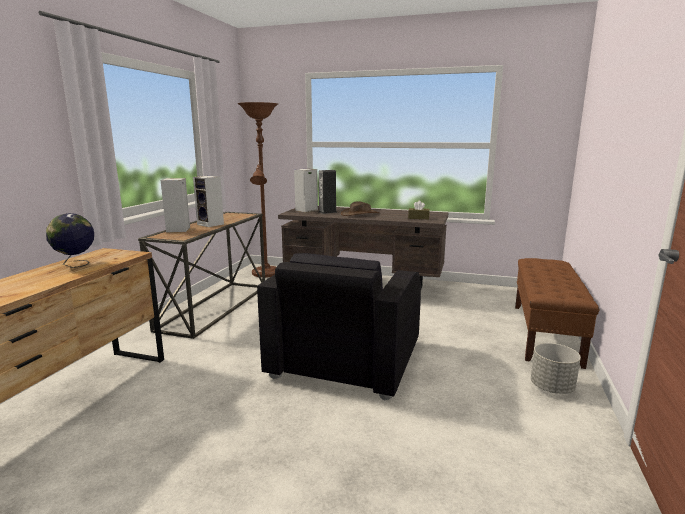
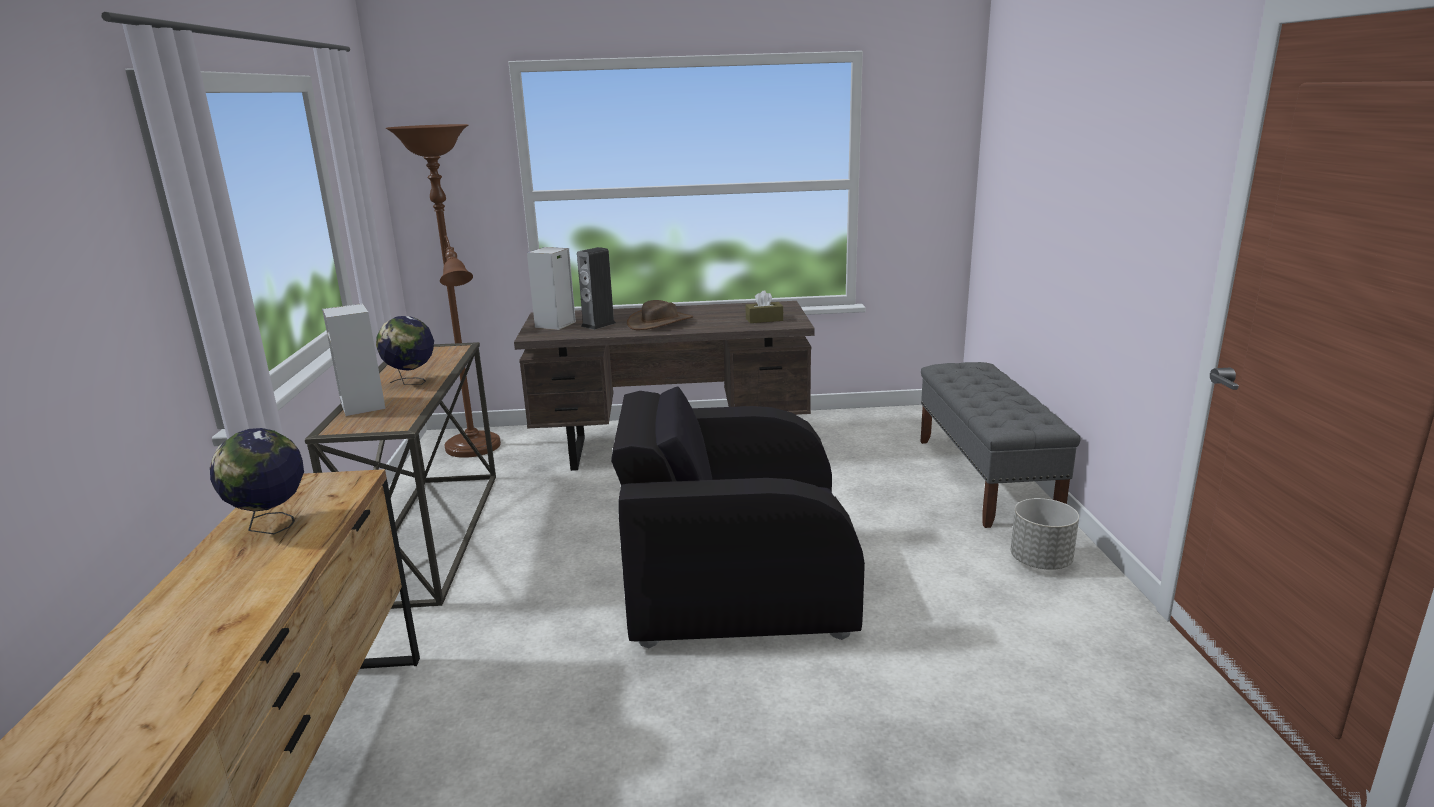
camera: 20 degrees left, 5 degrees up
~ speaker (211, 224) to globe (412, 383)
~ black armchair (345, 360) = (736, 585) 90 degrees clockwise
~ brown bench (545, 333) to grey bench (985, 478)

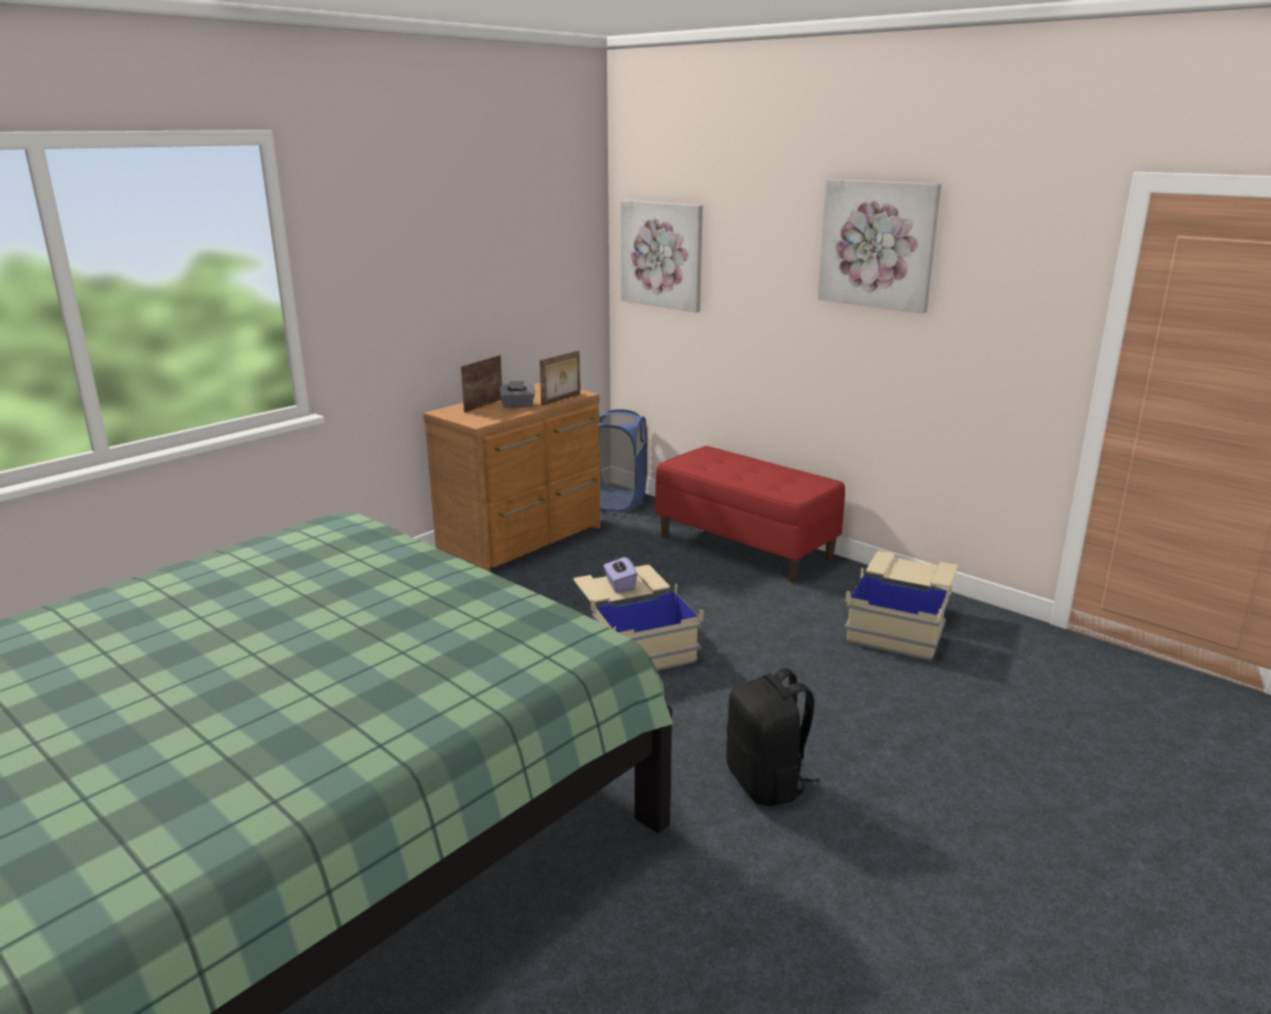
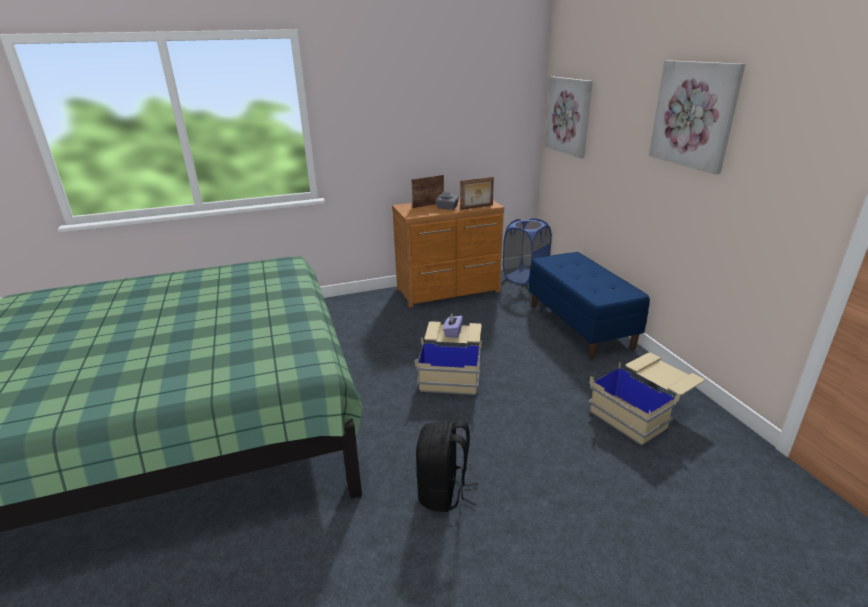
camera: 30 degrees right, 5 degrees up
~ red bench (746, 547) to blue bench (580, 326)

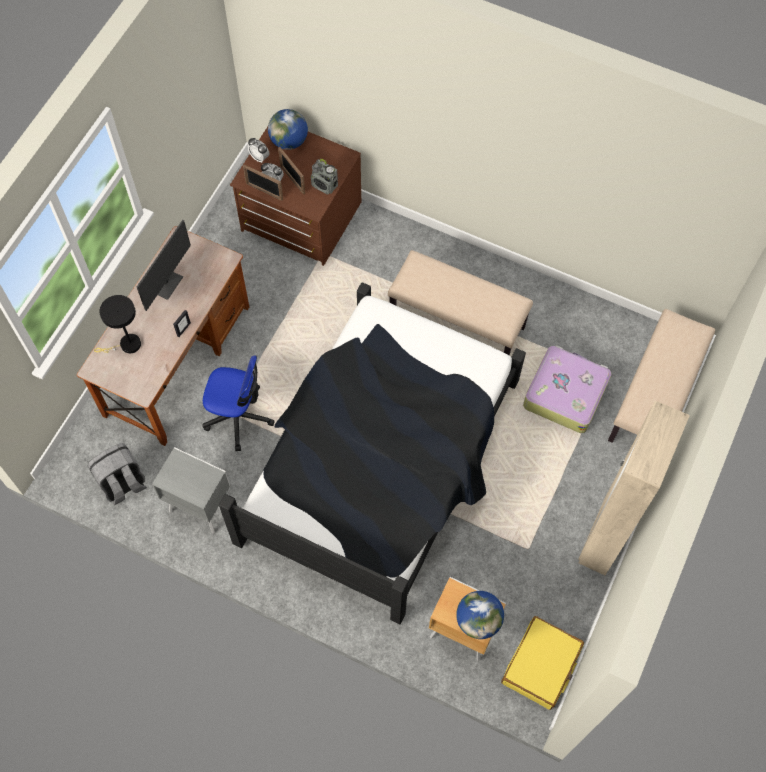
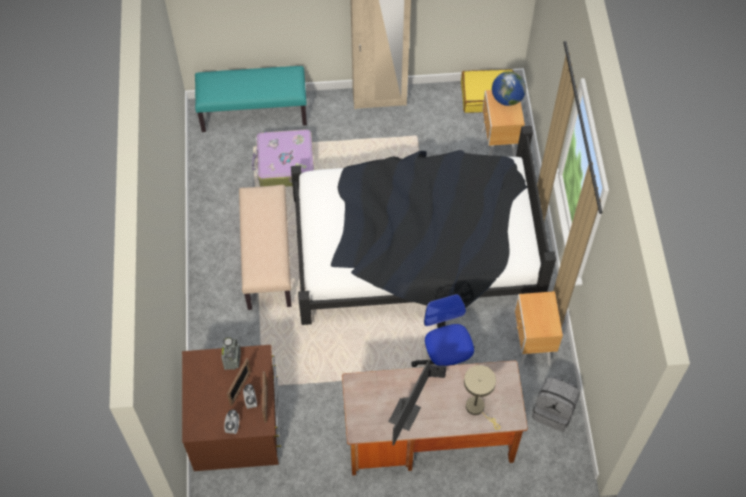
camera: 120 degrees left, 5 degrees down
- globe (289, 141)
~ monitor (166, 283) = (405, 414) 120 degrees clockwise
~ black table lamp (126, 345) to beige table lamp (478, 408)
~ beige bench (655, 397) to turquoise bench (254, 112)
~ grey nightstand (199, 505) to brown nightstand (531, 347)

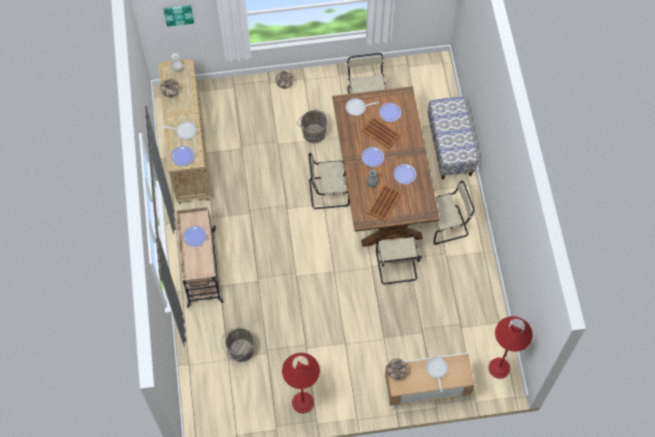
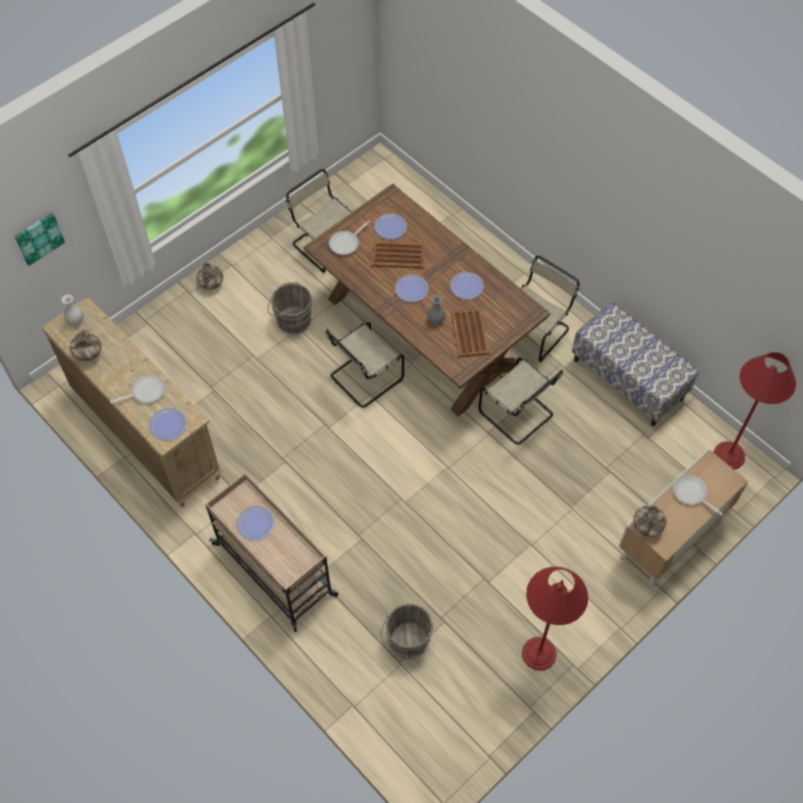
camera: 35 degrees left, 5 degrees down
~ bench (450, 147) to (628, 379)

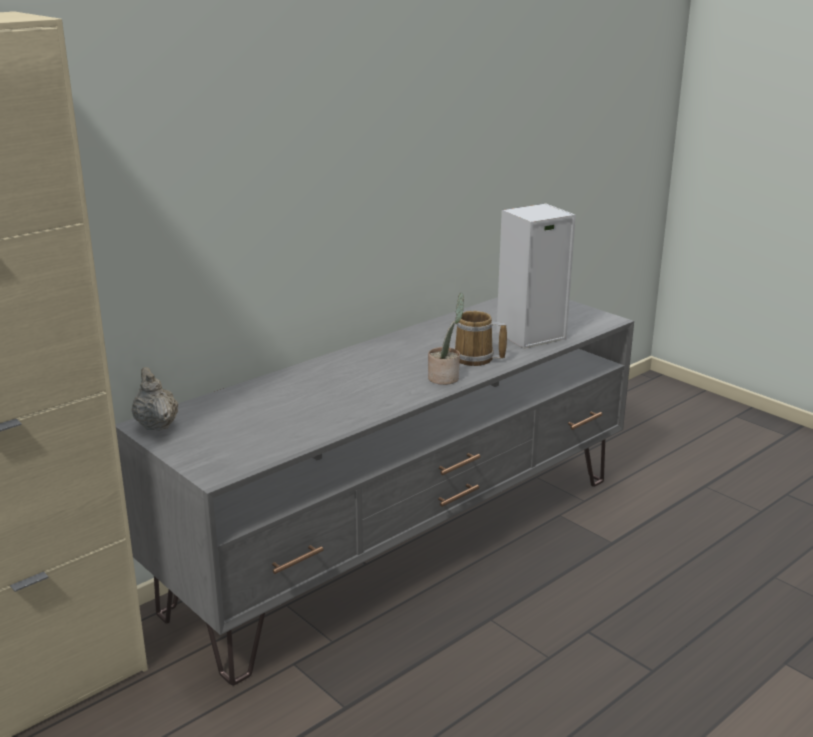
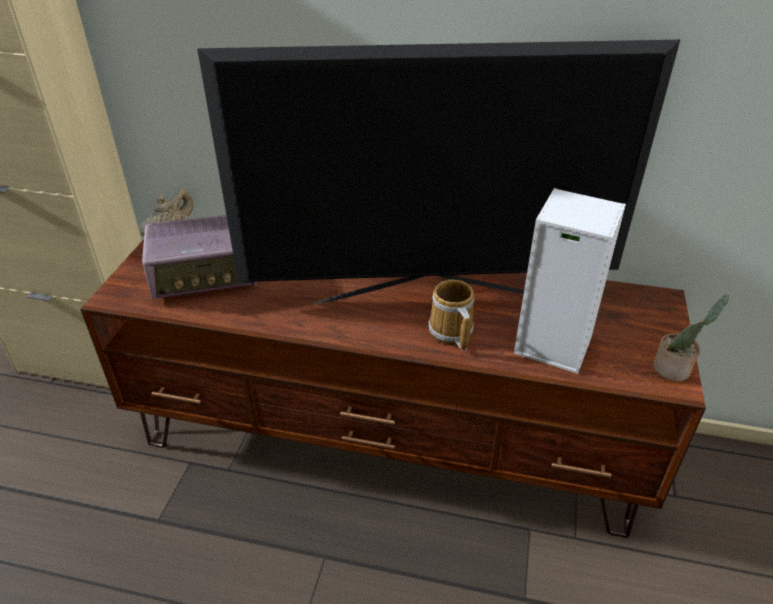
camera: 55 degrees right, 15 degrees up
~ potted plant (445, 377) to (674, 369)
~ grey tv stand (405, 540) to brown tv stand (388, 441)
+ television (429, 297)
+ radio (205, 274)

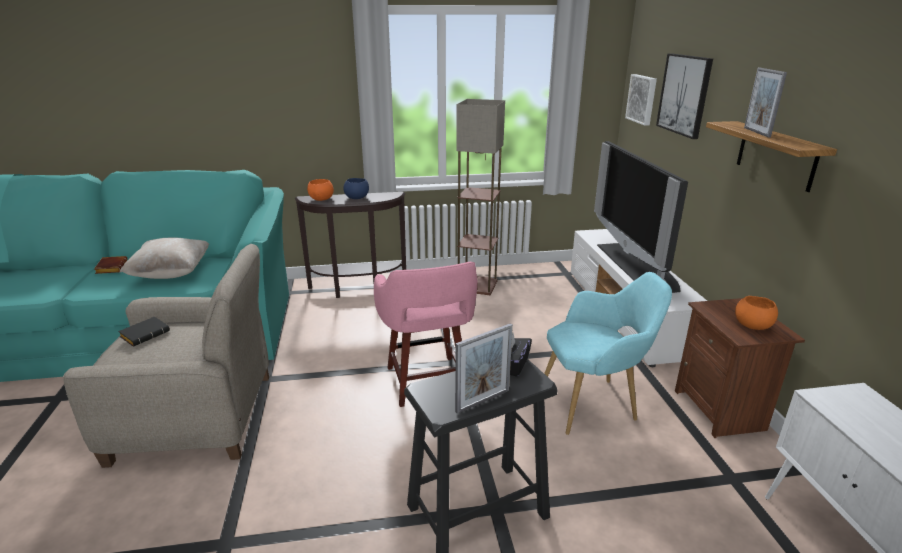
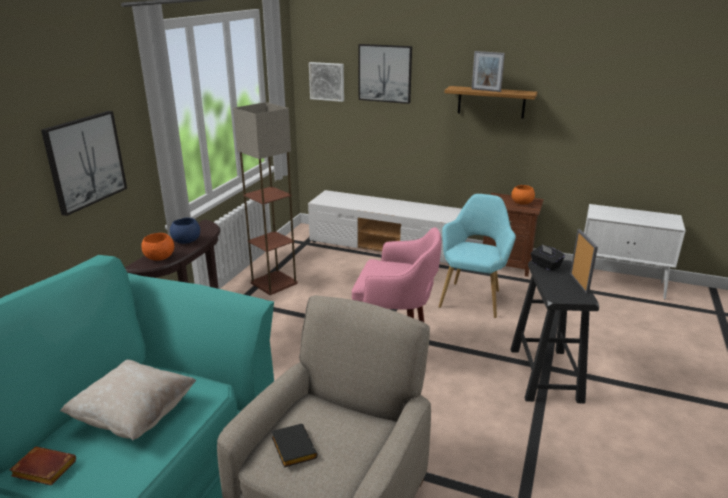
camera: 60 degrees left, 0 degrees up
- television (637, 266)
+ picture (85, 161)

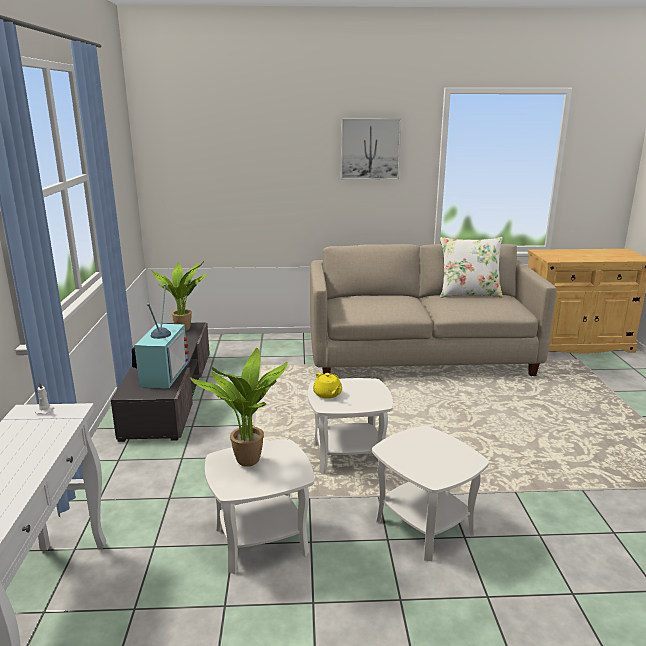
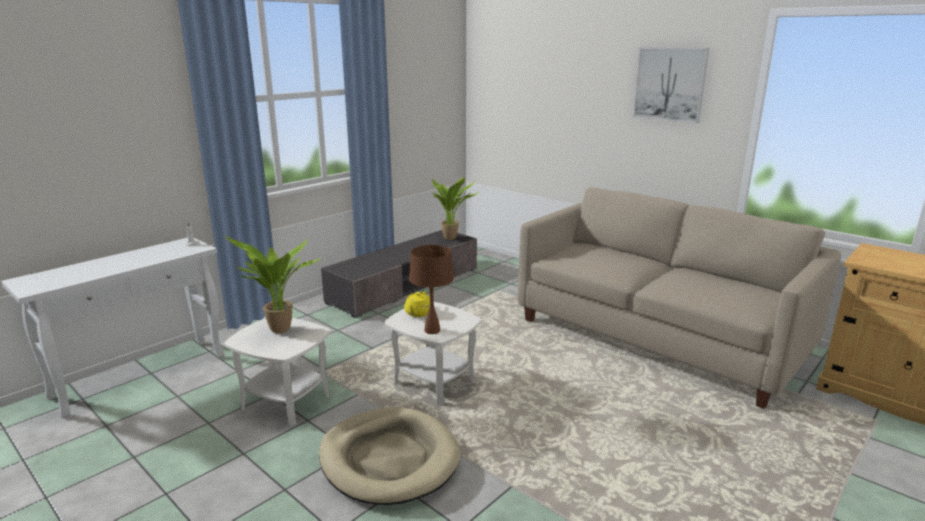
camera: 45 degrees right, 0 degrees up
- white pillow (468, 294)
- television (161, 374)
~ white side table (423, 526) to beige dog bed (389, 459)
+ brown table lamp (432, 330)

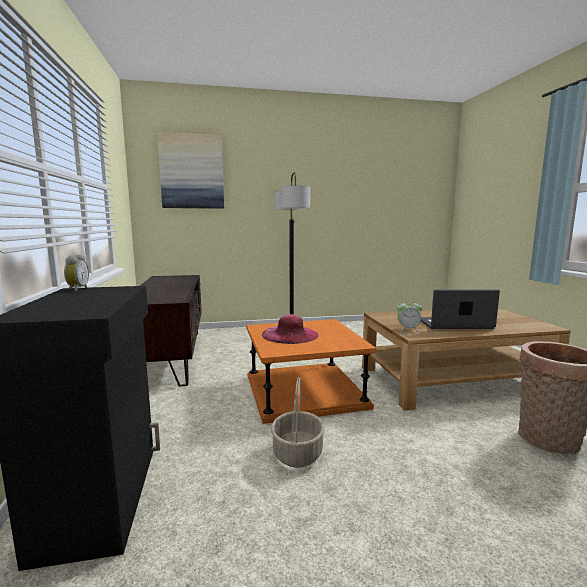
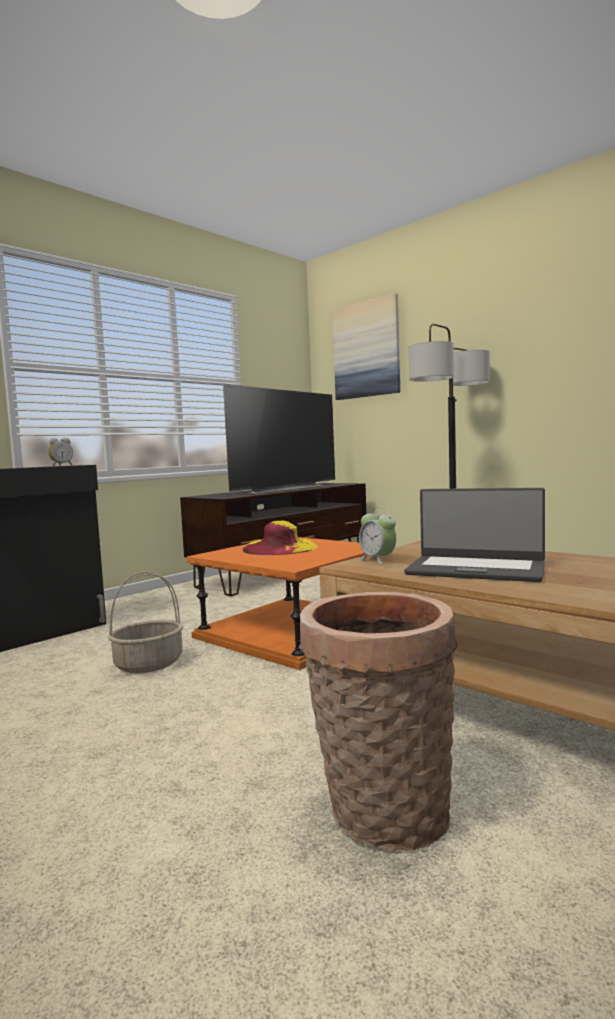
camera: 55 degrees right, 5 degrees down
~ laptop (455, 324) = (475, 569) 150 degrees clockwise
~ pink hat (290, 334) to yellow hat (280, 547)
+ television (283, 488)

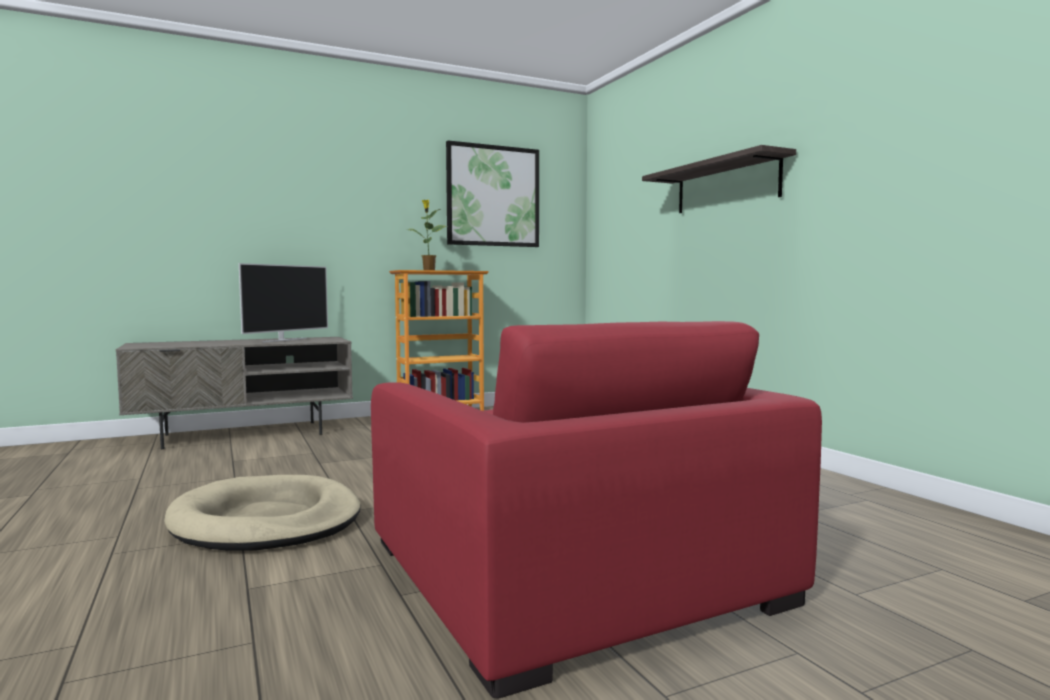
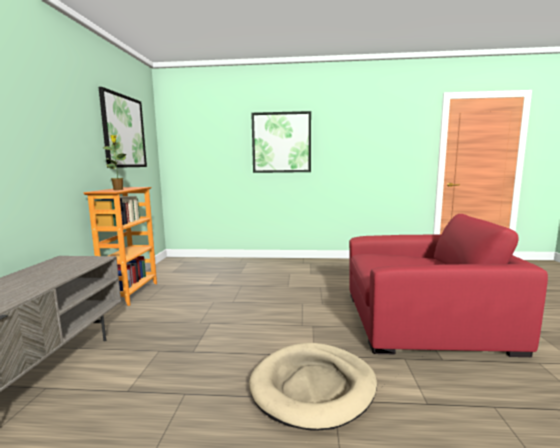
camera: 60 degrees left, 5 degrees up
~ shelf (726, 185) to picture (281, 142)
- television (284, 340)

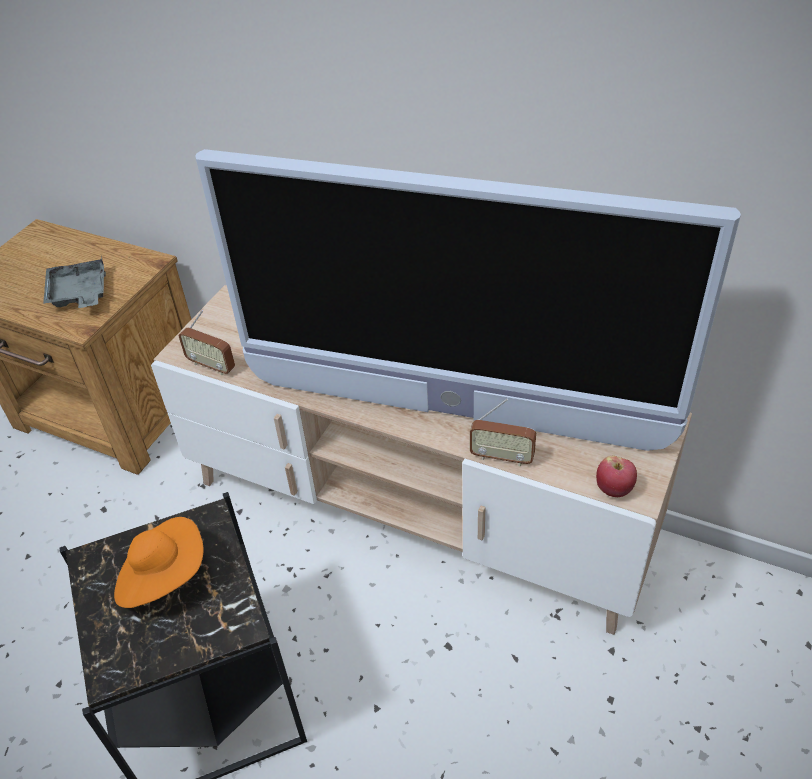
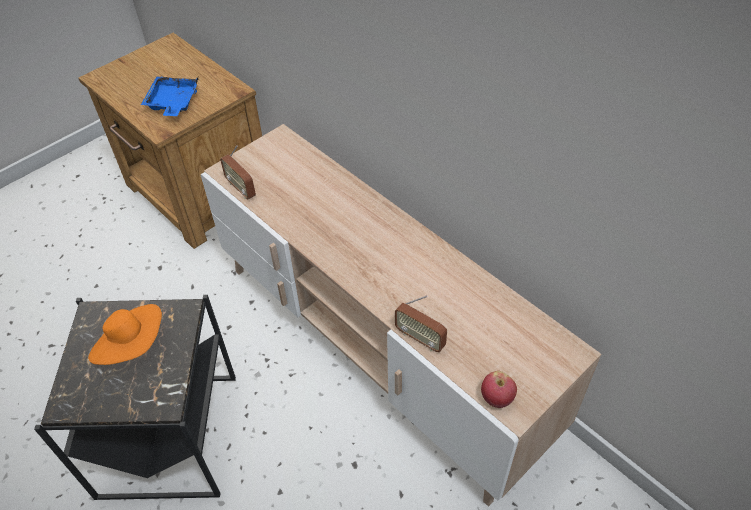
camera: 20 degrees right, 5 degrees up
- television (452, 412)
~ grey tray (79, 294) to blue tray (173, 103)

